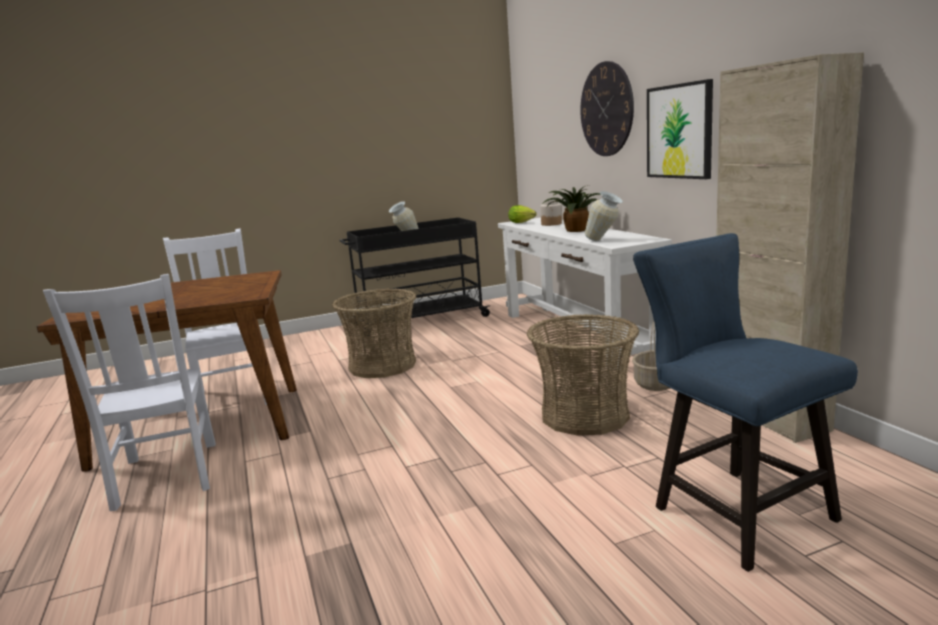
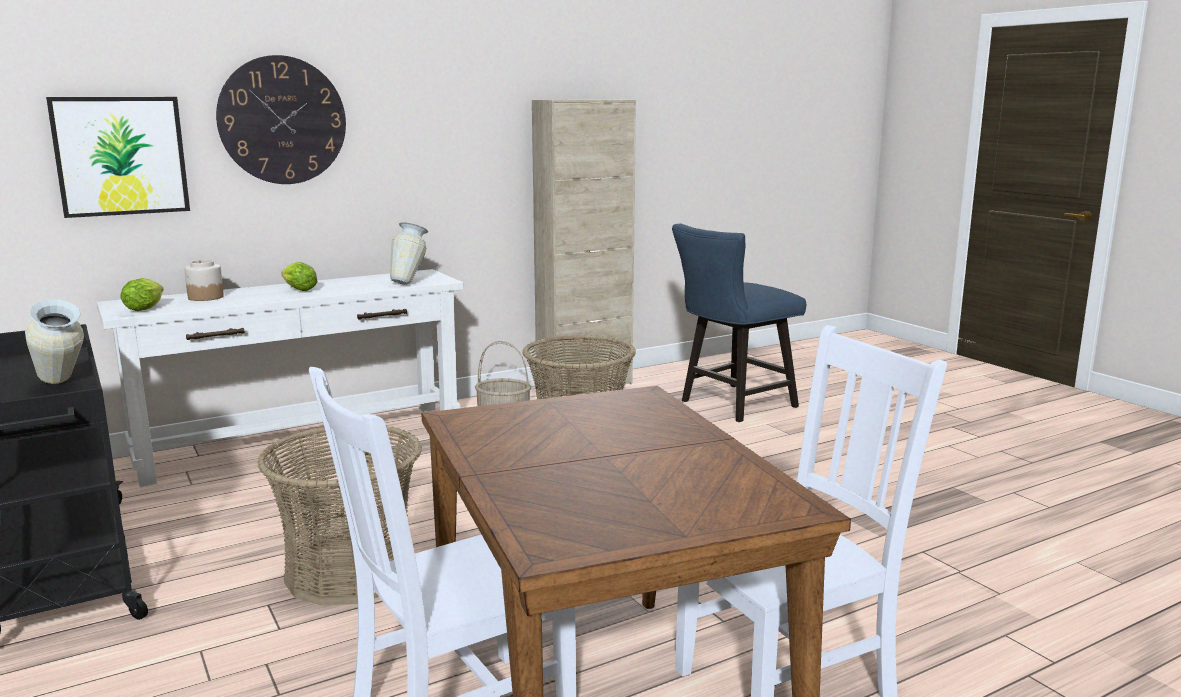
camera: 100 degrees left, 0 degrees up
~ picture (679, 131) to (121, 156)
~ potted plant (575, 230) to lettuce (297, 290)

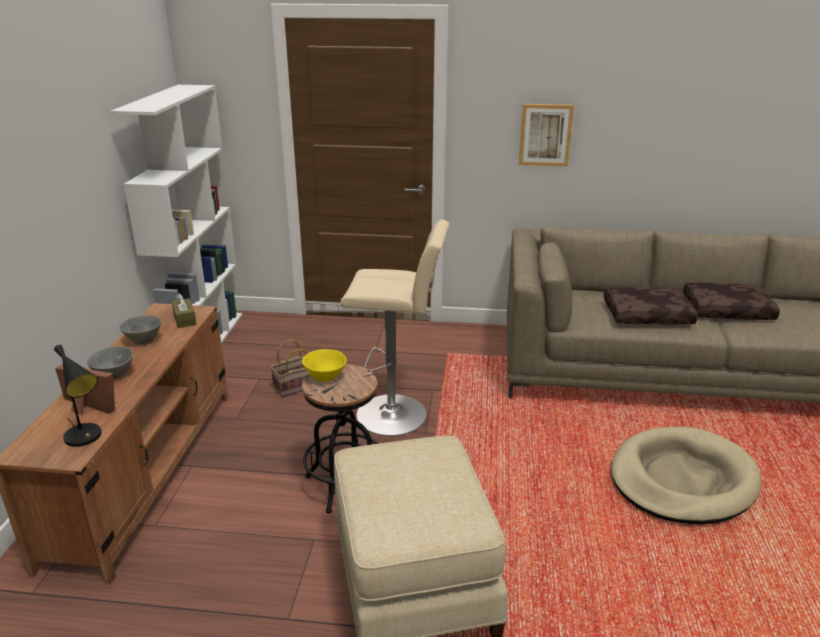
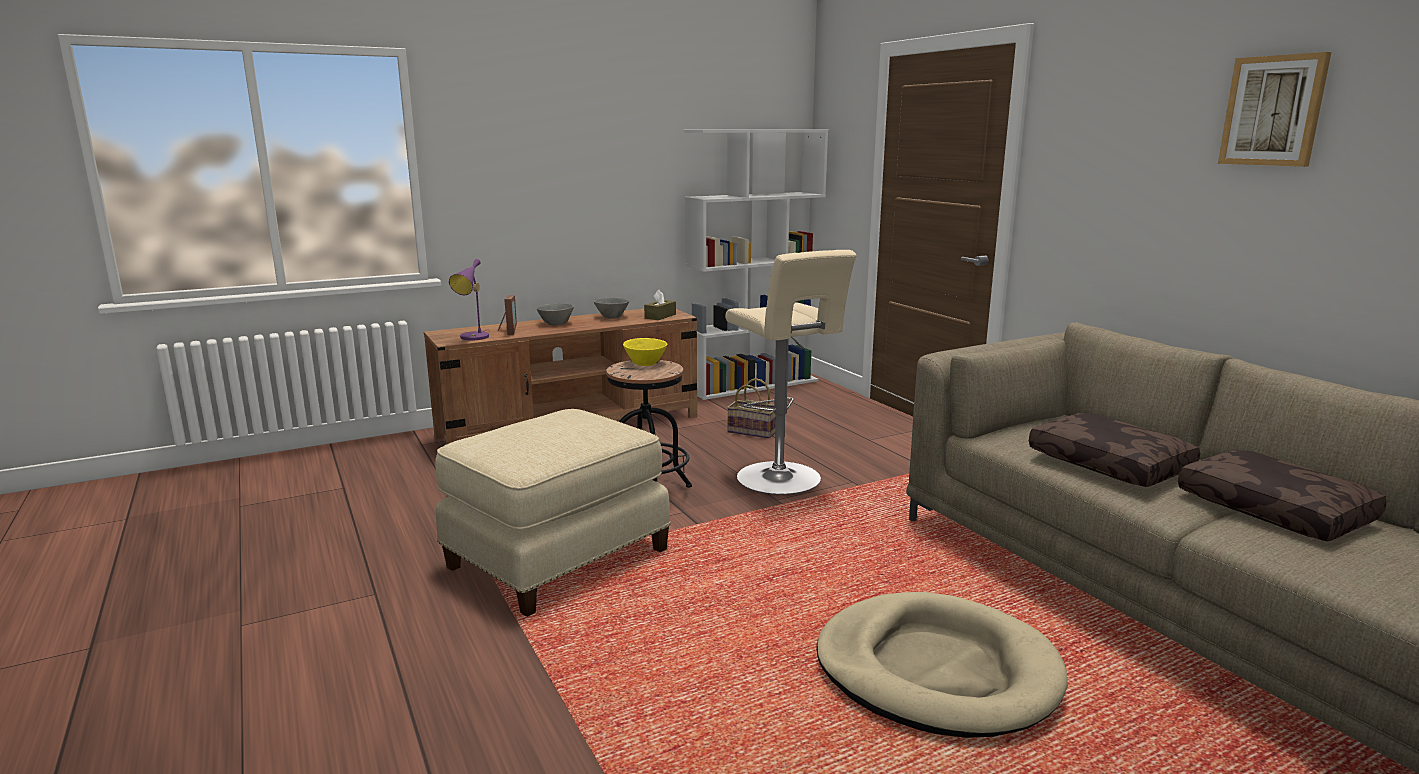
camera: 55 degrees right, 10 degrees down
~ picture (545, 134) to (1273, 111)
~ black table lamp (86, 438) to purple table lamp (473, 338)

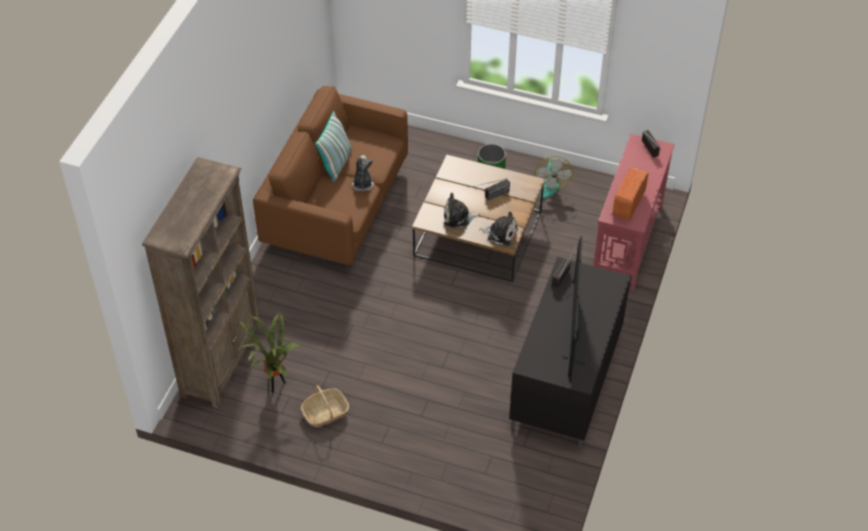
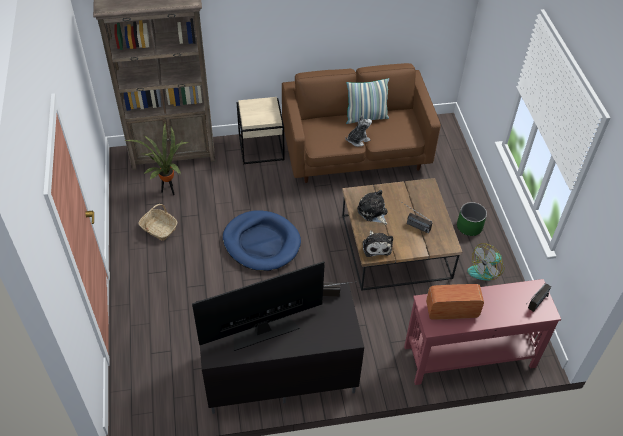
camera: 60 degrees right, 0 degrees up
+ beige side table (261, 147)
+ blue dog bed (261, 243)

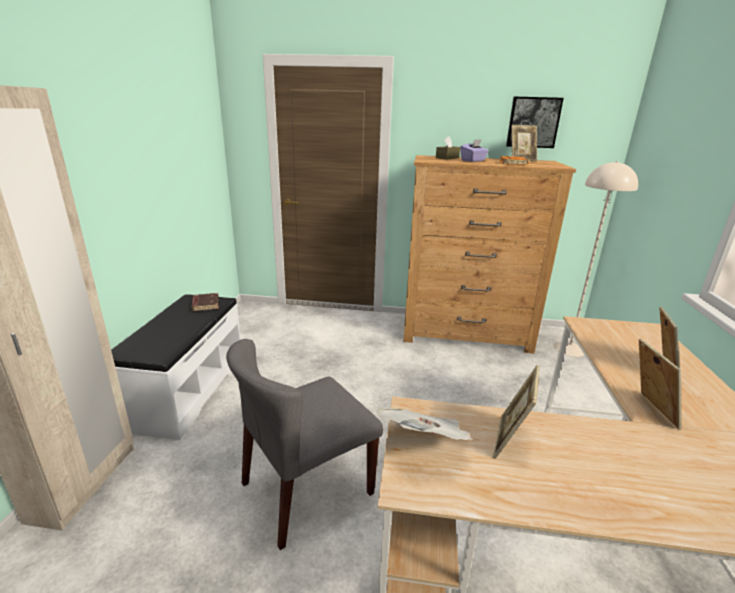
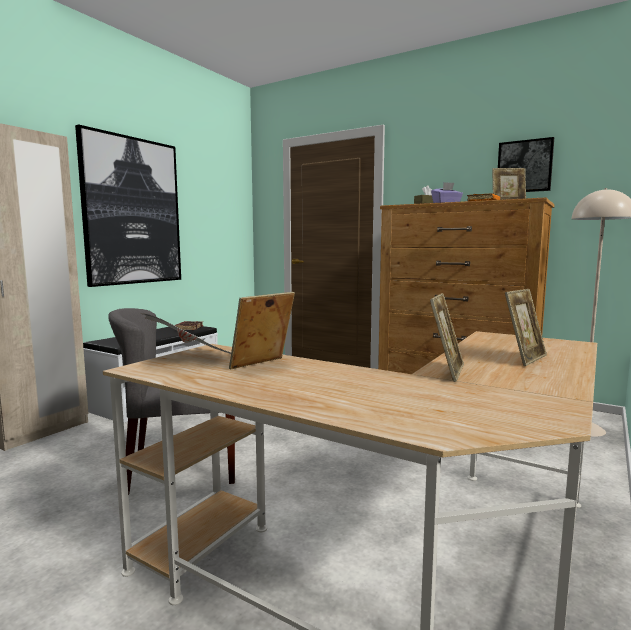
camera: 25 degrees right, 15 degrees down
+ picture (132, 211)

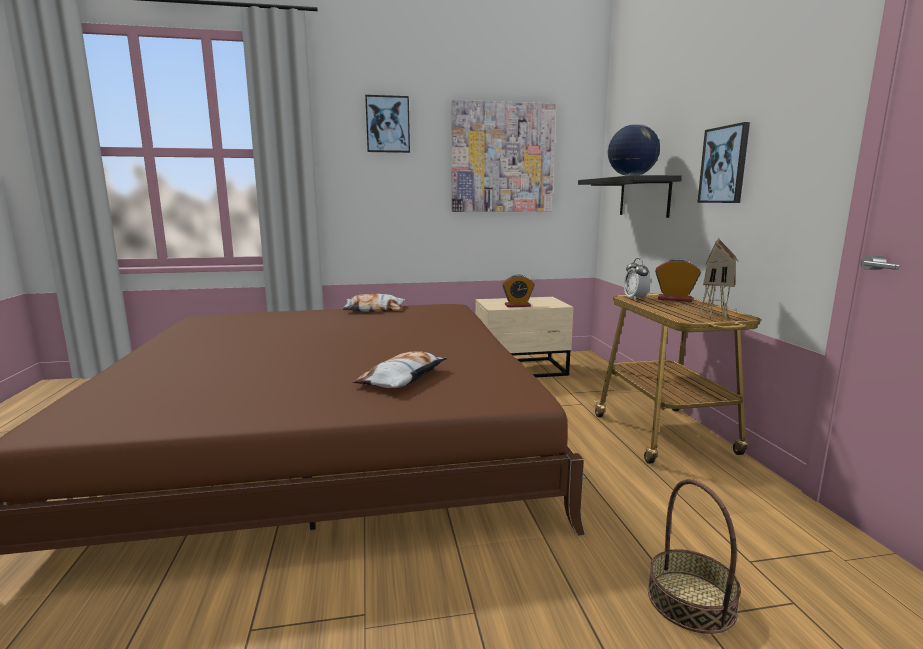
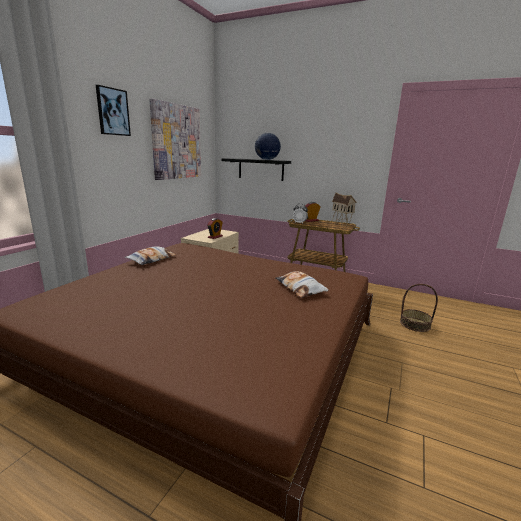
camera: 55 degrees left, 5 degrees up
- picture (724, 165)

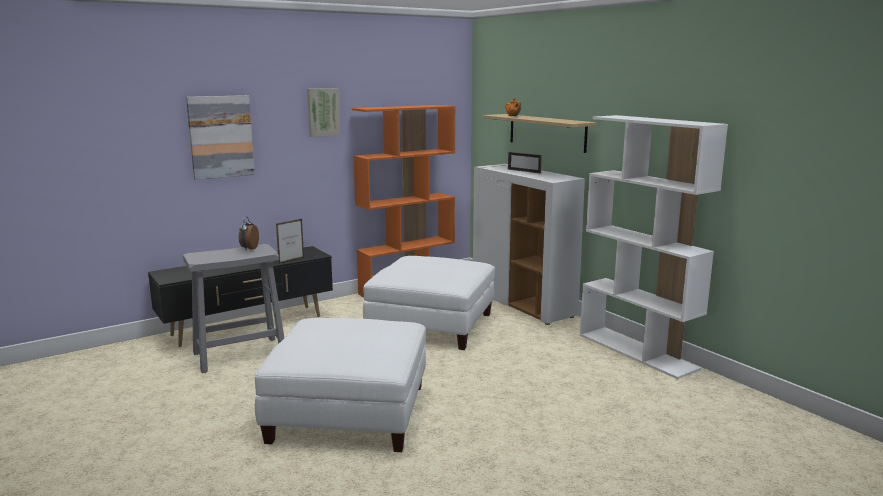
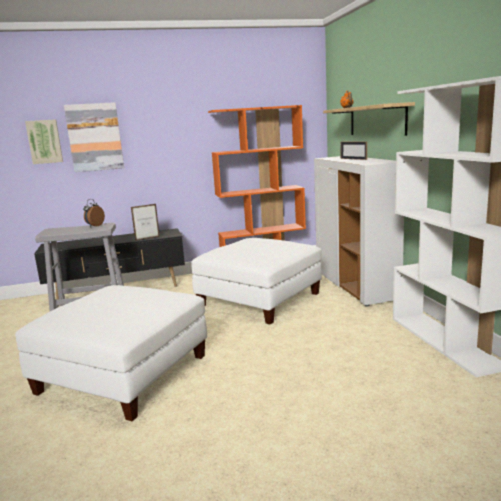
camera: 20 degrees right, 0 degrees up
~ picture (323, 112) to (44, 141)

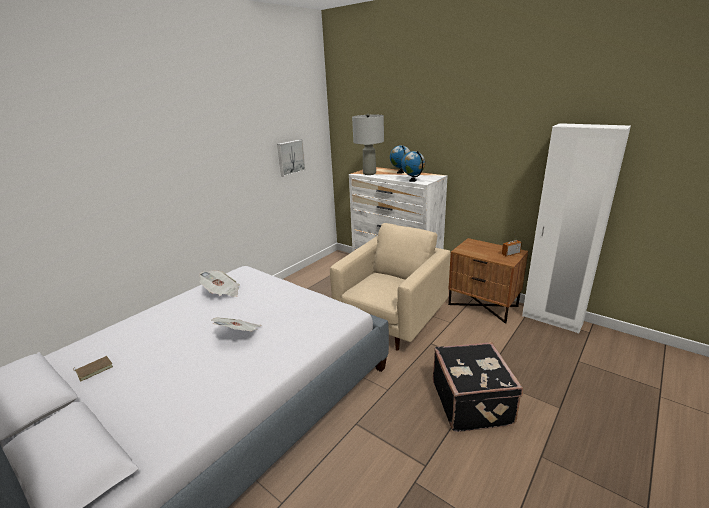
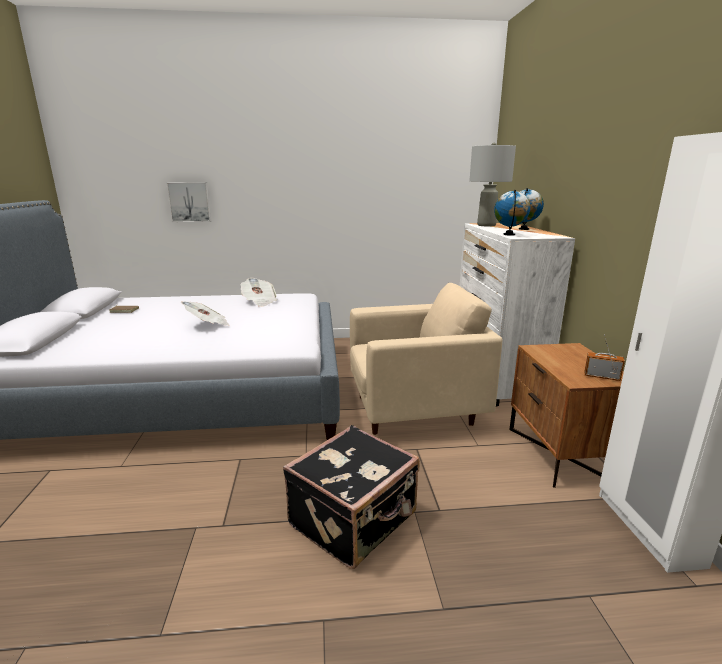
camera: 45 degrees right, 5 degrees down
~ picture (290, 157) to (189, 202)

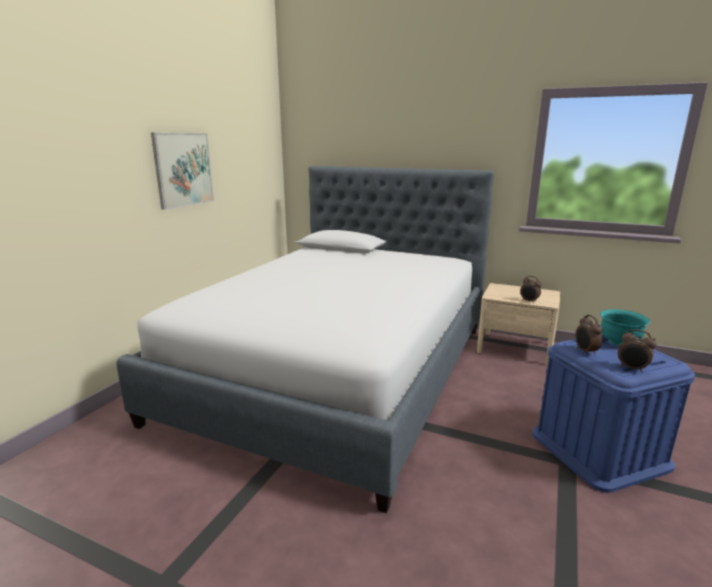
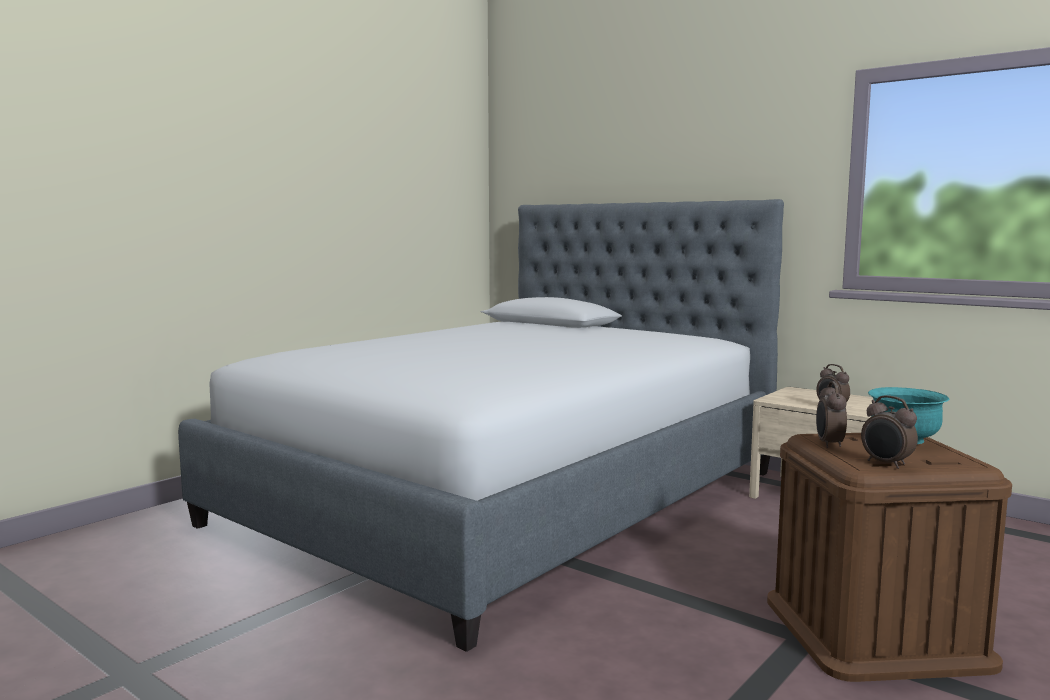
camera: 15 degrees right, 10 degrees down
- picture (183, 169)
~ blue storage box (599, 449) to brown storage box (875, 631)

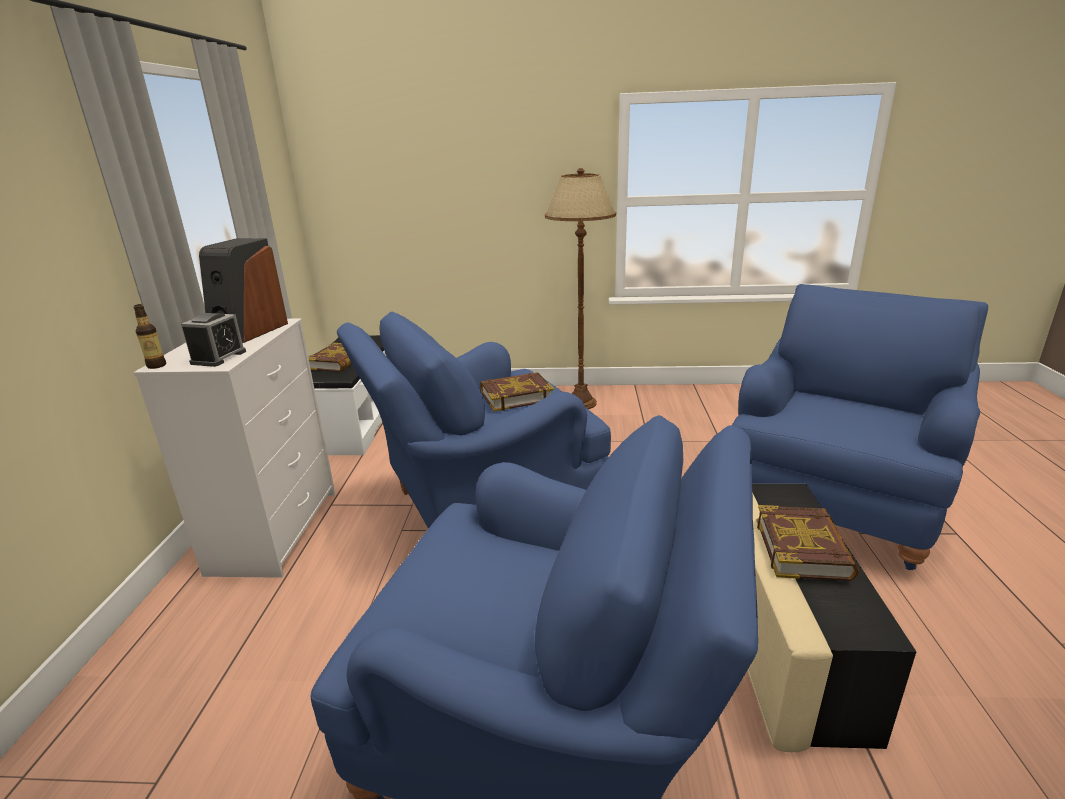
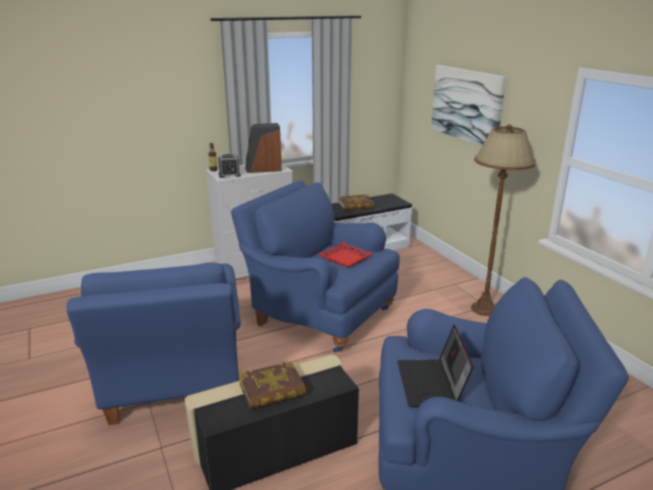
camera: 60 degrees right, 0 degrees up
~ book (516, 396) to red tray (345, 258)
+ picture (466, 105)
+ laptop (432, 384)

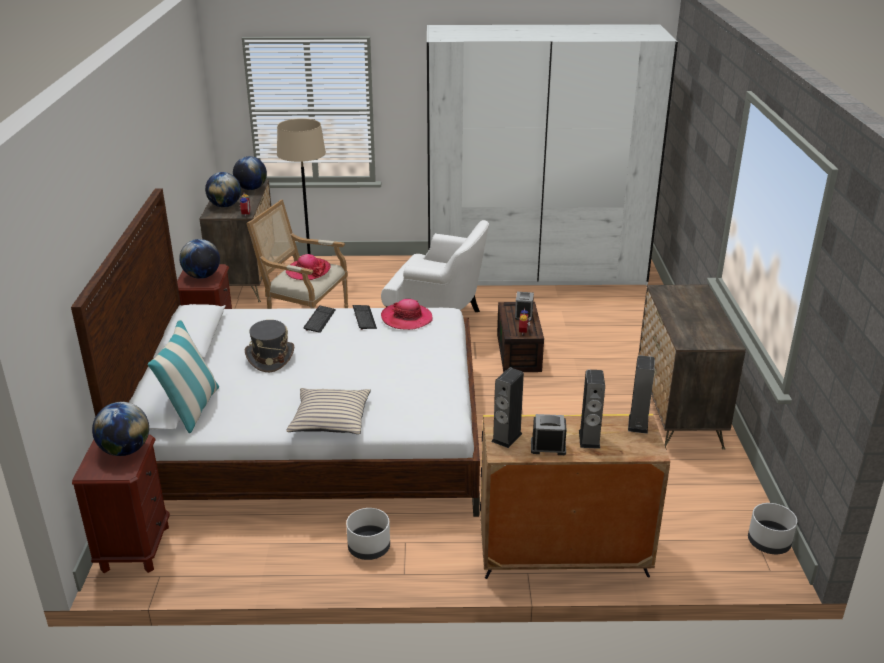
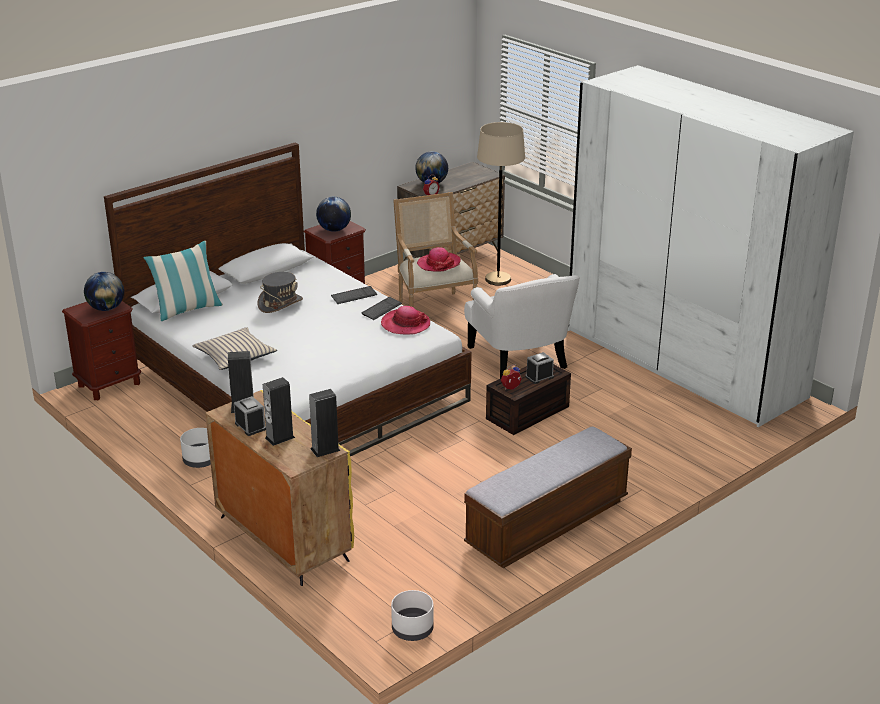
camera: 50 degrees right, 0 degrees up
- globe (251, 189)
~ dresser (678, 413) to bench (547, 523)

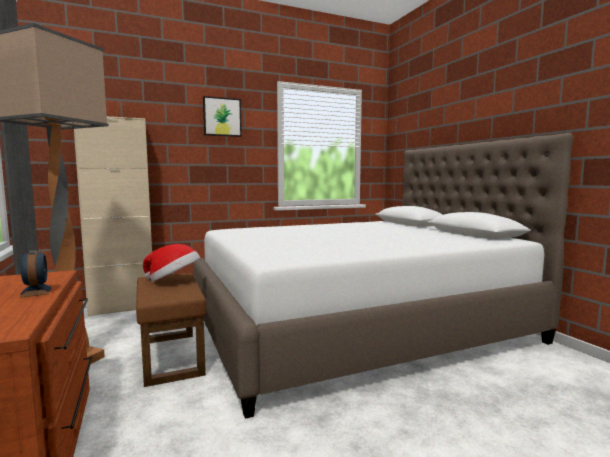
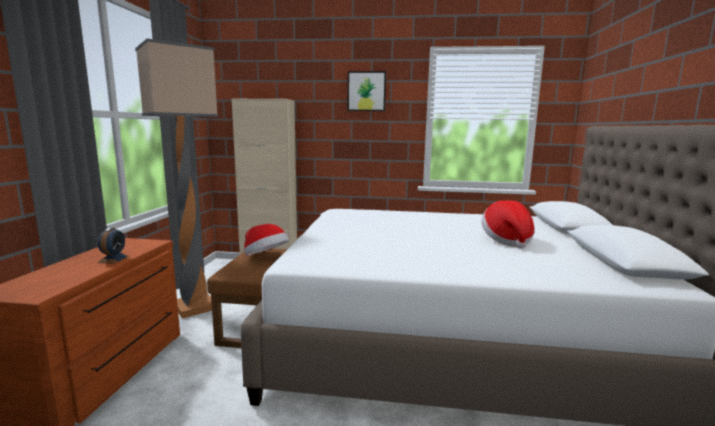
camera: 30 degrees right, 5 degrees up
+ hat (506, 240)

